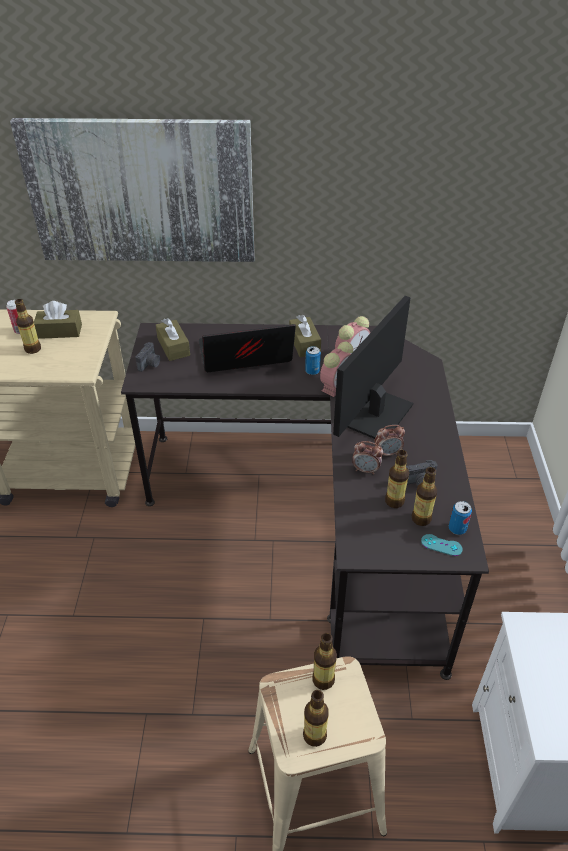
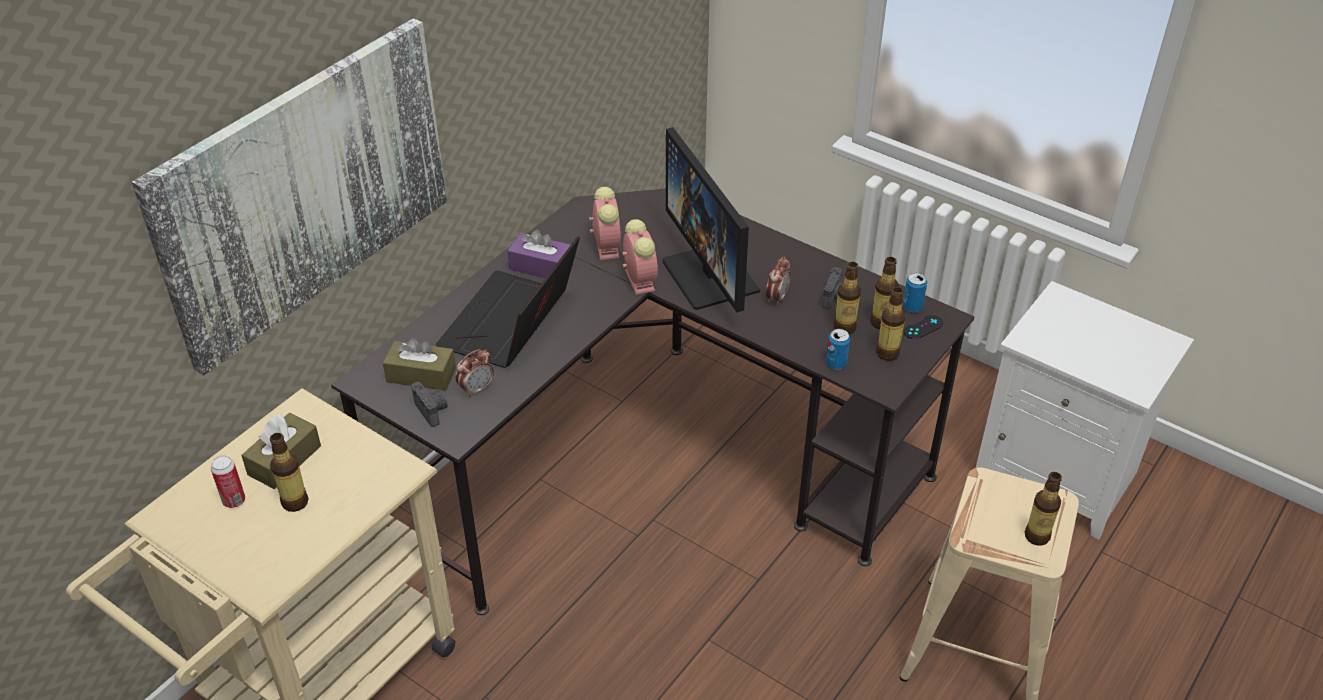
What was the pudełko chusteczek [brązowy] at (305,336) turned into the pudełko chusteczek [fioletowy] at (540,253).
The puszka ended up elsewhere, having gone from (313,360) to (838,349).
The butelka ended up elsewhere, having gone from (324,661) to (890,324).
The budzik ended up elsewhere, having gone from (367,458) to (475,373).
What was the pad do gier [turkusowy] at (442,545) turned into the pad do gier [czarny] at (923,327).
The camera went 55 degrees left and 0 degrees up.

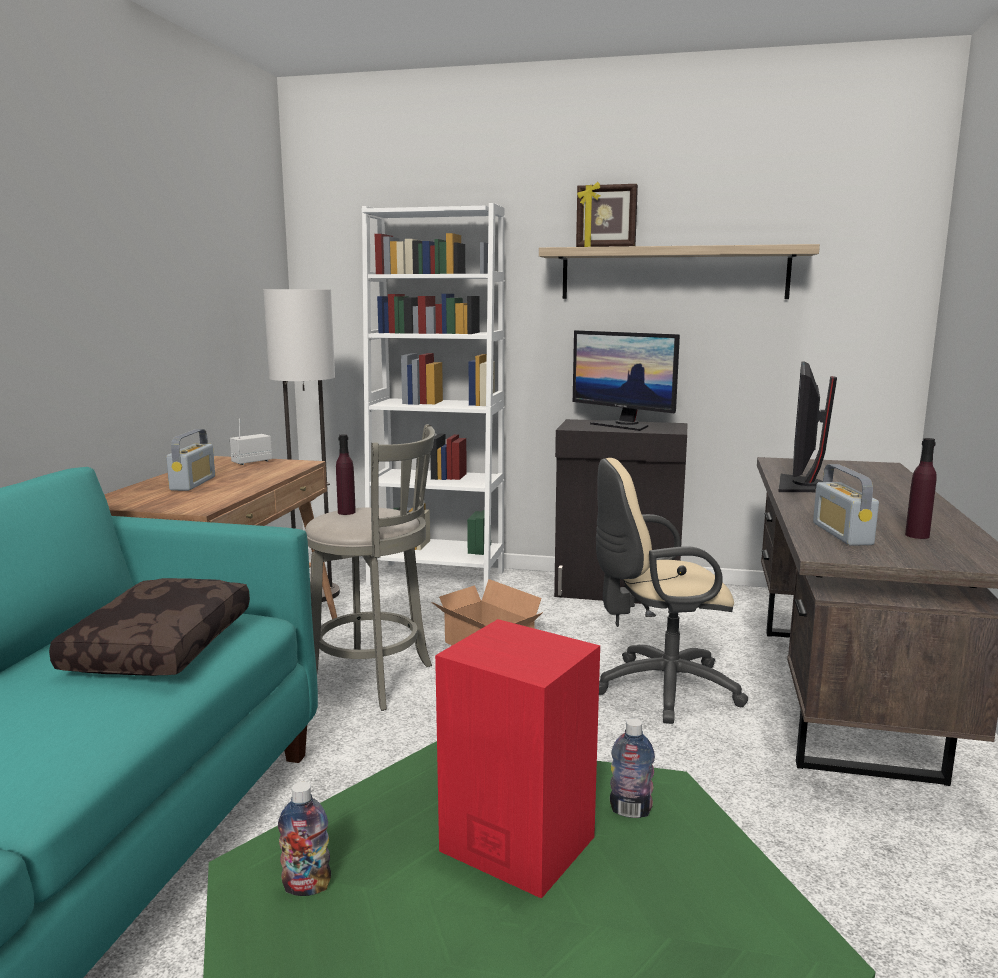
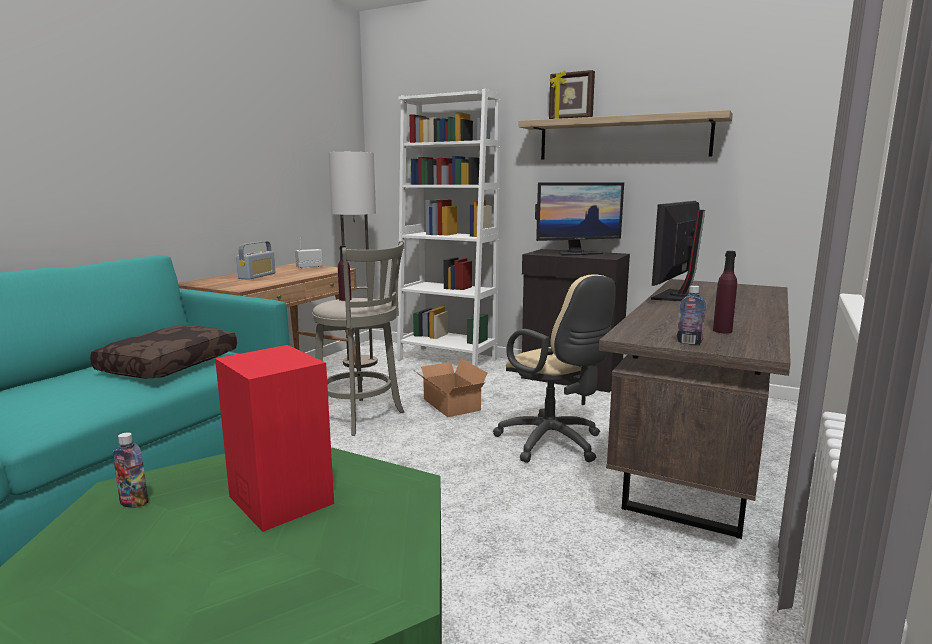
The monitor at (626,380) ended up facing another way, 75 degrees counterclockwise from before.
The krzesło biurowe [beżowy] at (672,591) ended up facing another way, 135 degrees counterclockwise from before.
The butelka ended up elsewhere, having gone from (632,768) to (691,315).
The second view lost the radio at (846,505).
The camera went 15 degrees right and 0 degrees up.

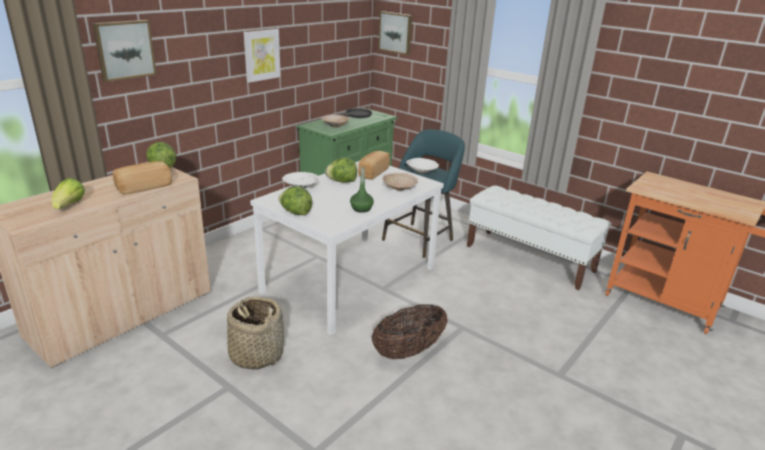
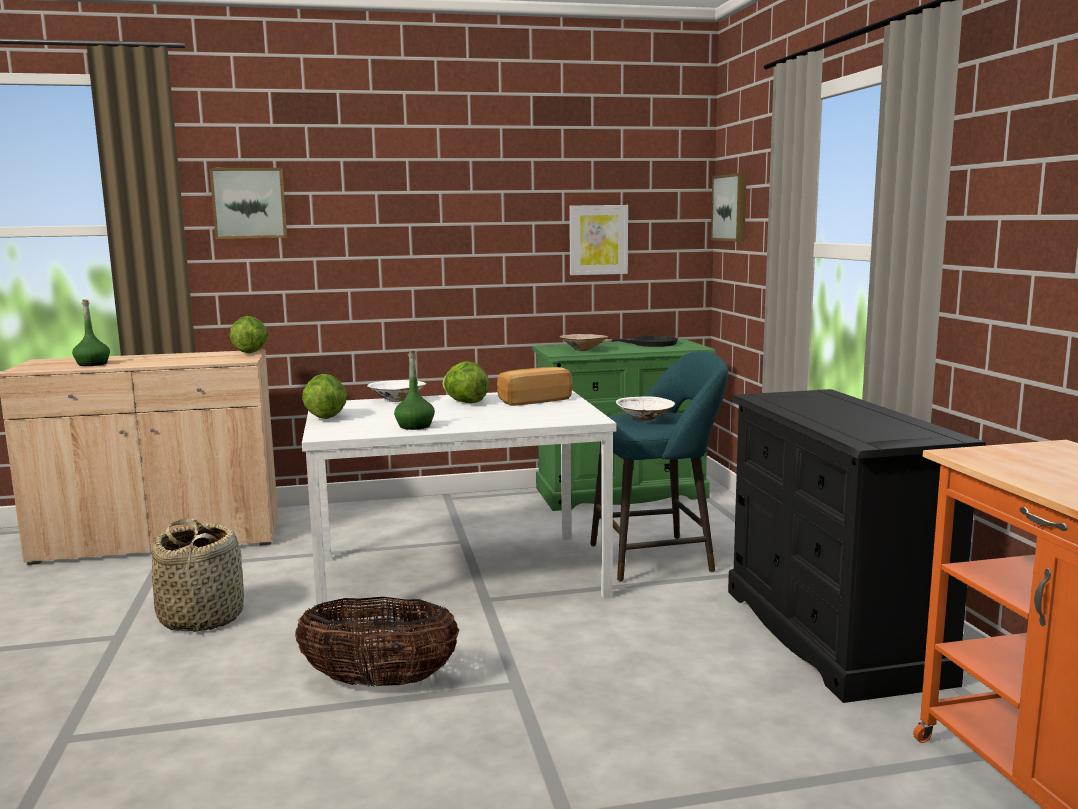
Where the sałata stood at (68,193), the butelka [zielony] came to stand at (91,333).
The second view lost the chleb at (142,178).
The obraz ended up elsewhere, having gone from (262,56) to (598,240).
The second view lost the miska [beżowy] at (400,182).
Where the ławka [biały] stood at (539,237), the komoda [czarny] came to stand at (857,546).
The camera went 40 degrees right and 15 degrees down.

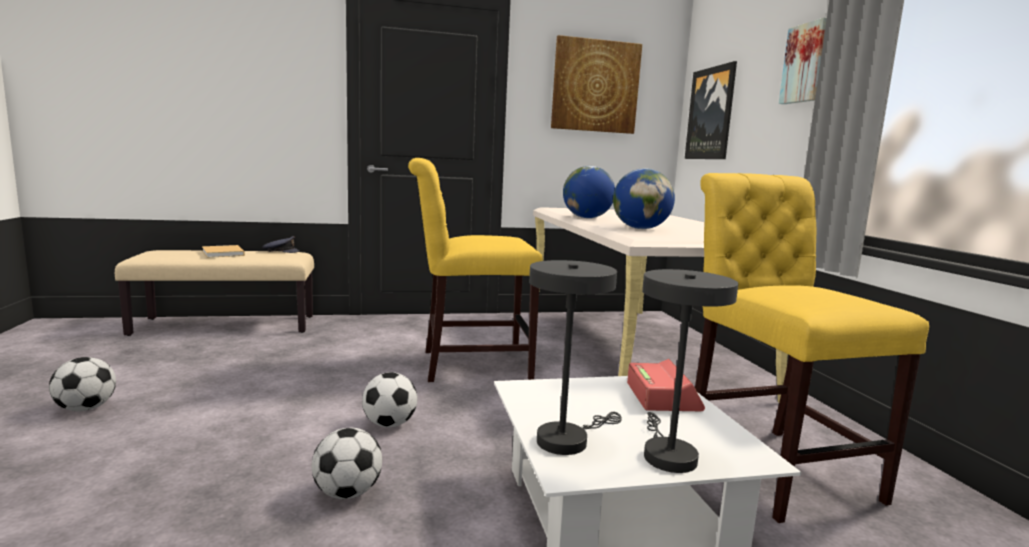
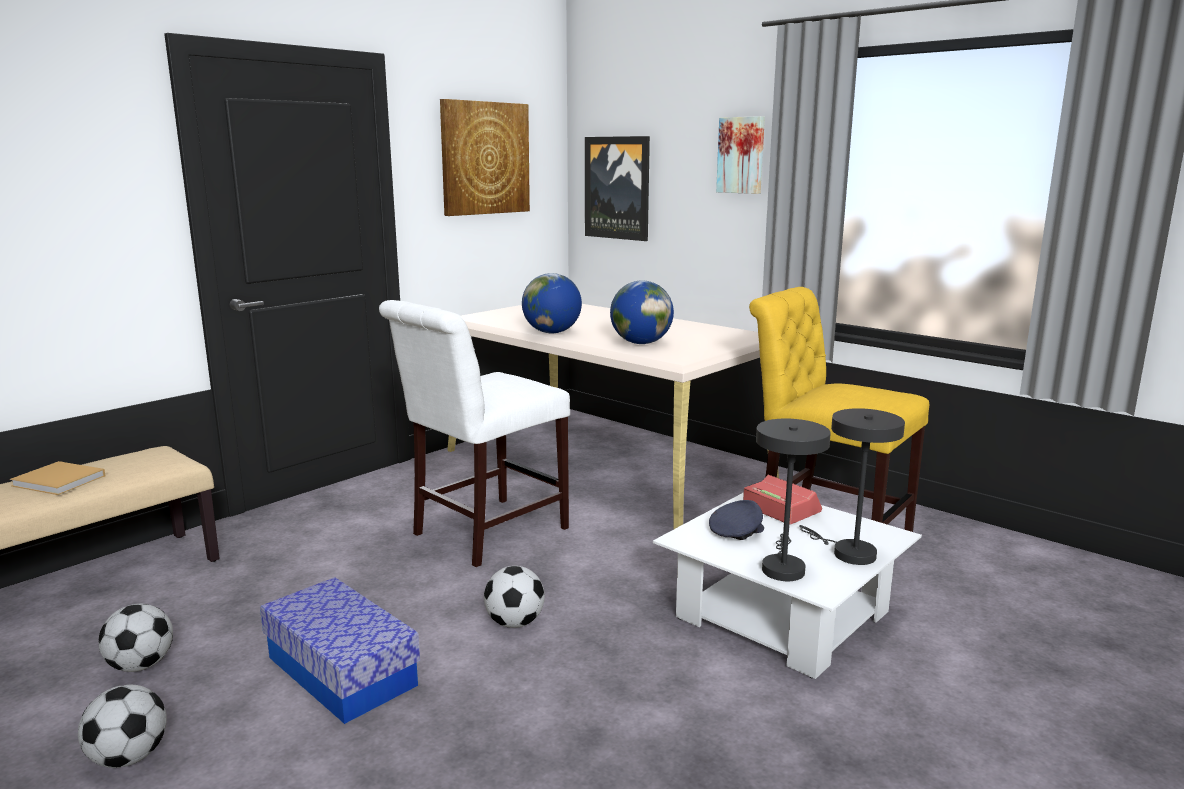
The czapka z daszkiem [szary] ended up elsewhere, having gone from (281,244) to (736,520).
The piłka futbolowa ended up elsewhere, having gone from (347,463) to (136,638).
What was the krzesło [żółty] at (475,270) turned into the krzesło [biały] at (474,433).
The second view gained the pojemnik do przechowywania at (340,650).
The camera went 35 degrees left and 5 degrees up.

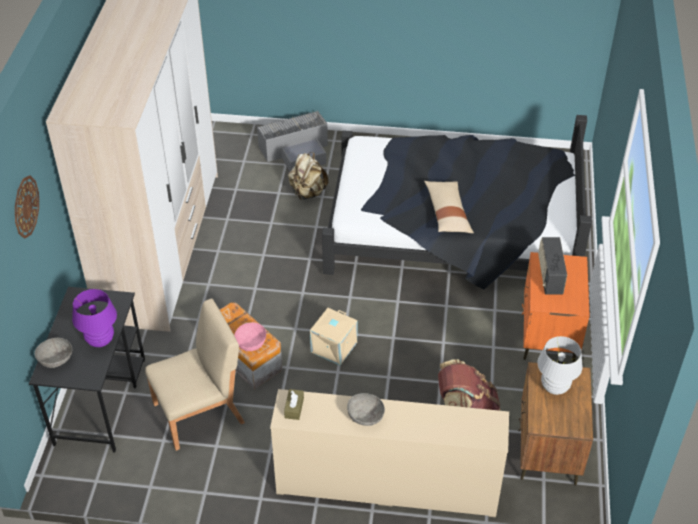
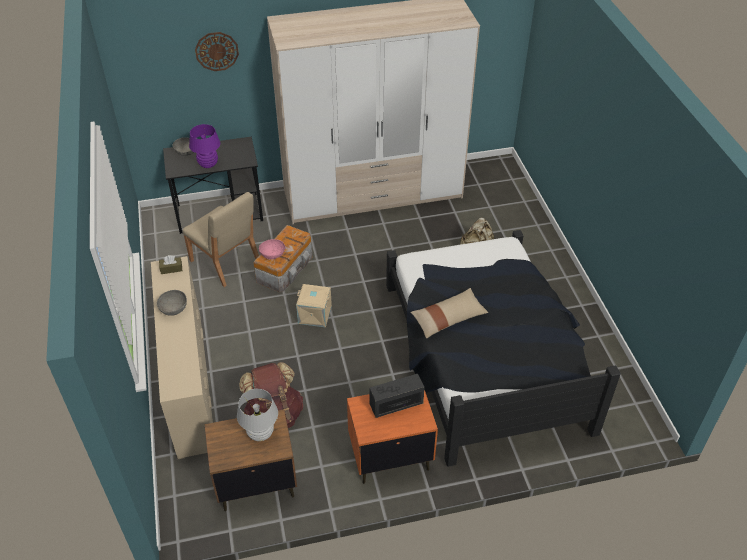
The second view lost the pojemnik do przechowywania [szary] at (292,141).
The camera went 70 degrees right and 0 degrees up.

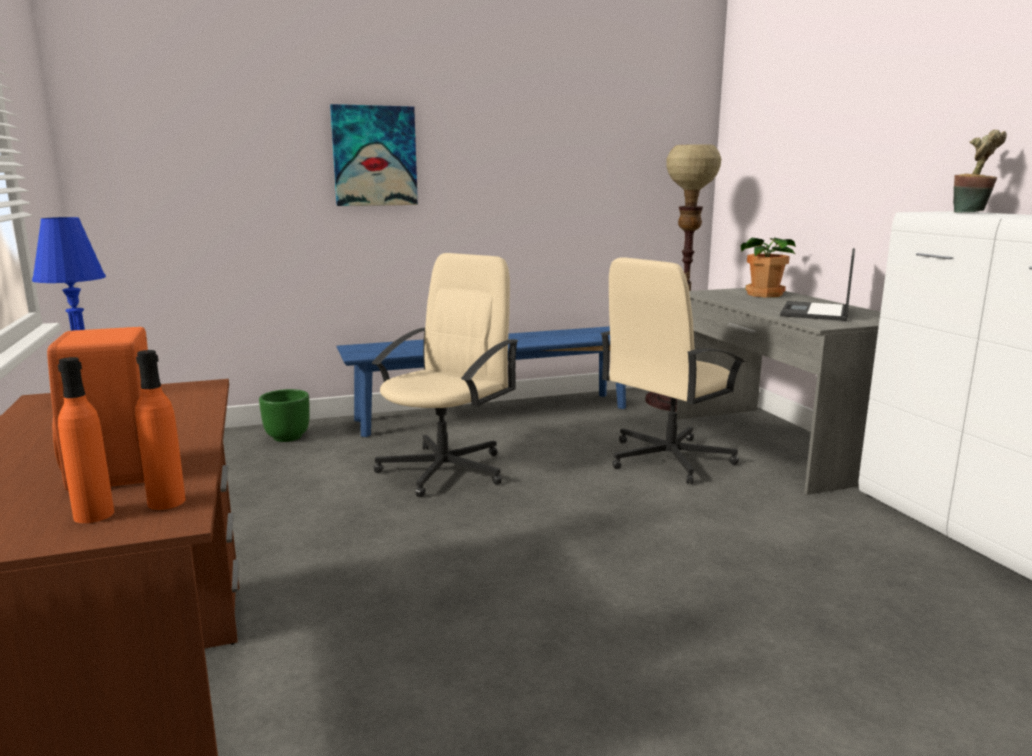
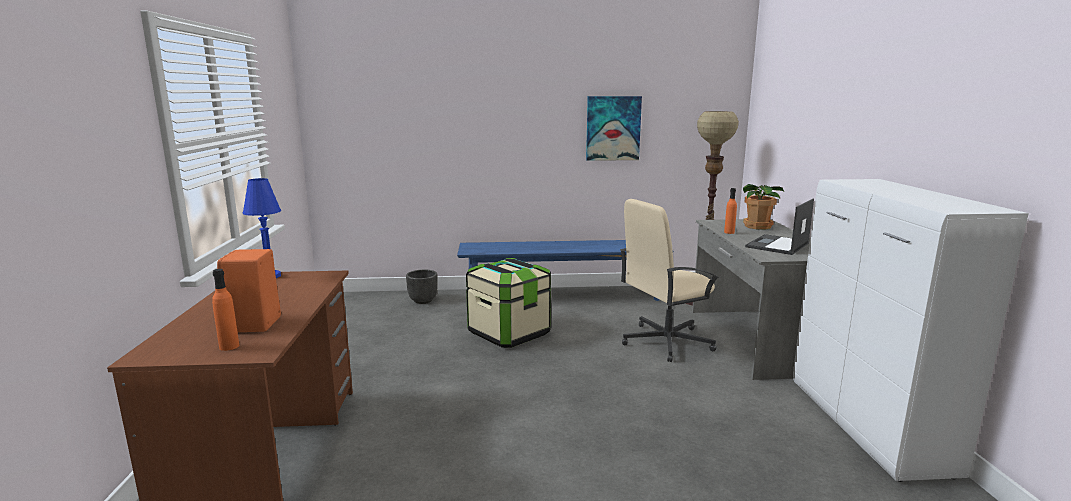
The butelka [pomarańczowy] ended up elsewhere, having gone from (160,430) to (730,211).
What was the donica [zielony] at (284,415) turned into the donica [czarny] at (422,287).
The obraz ended up elsewhere, having gone from (374,155) to (614,128).
Where the krzesło biurowe [beżowy] stood at (445,375), the pojemnik do przechowywania came to stand at (508,303).
The second view lost the roślina doniczkowa at (980,171).
The camera went 15 degrees right and 0 degrees up.

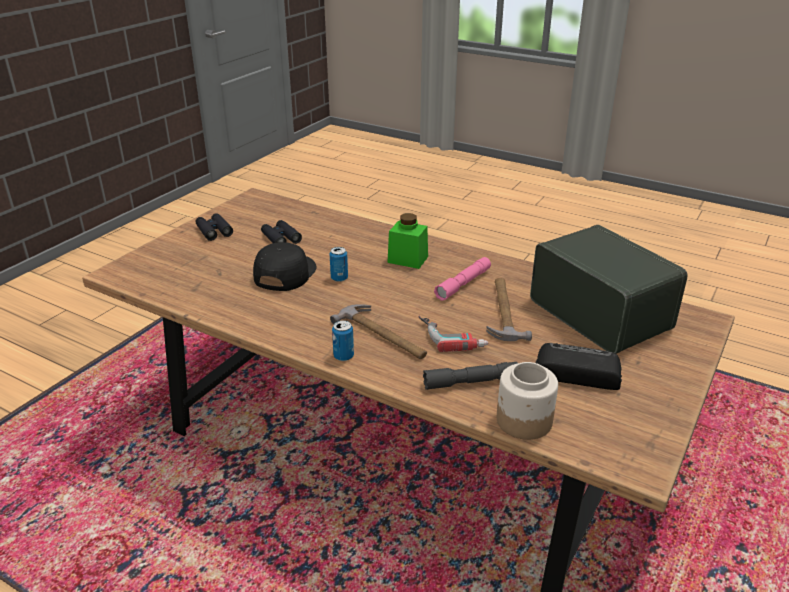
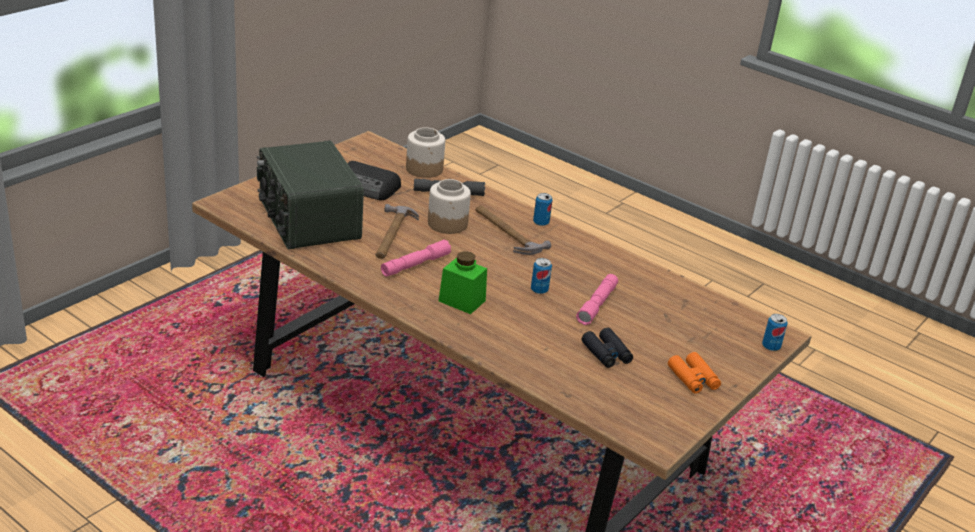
What was the lornetka [czarny] at (214,227) turned into the lornetka [pomarańczowy] at (694,372).
Where the czapka z daszkiem [czarny] stood at (285,266), the latarka [różowy] came to stand at (597,299).
Where the wiertarka stood at (453,334), the słoik came to stand at (449,206).
The second view gained the puszka at (775,332).
The camera went 175 degrees left and 0 degrees up.

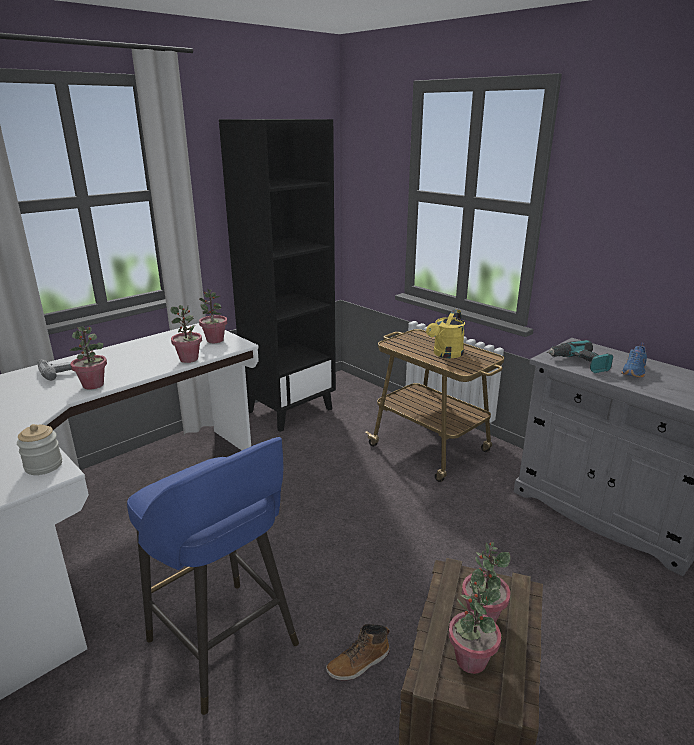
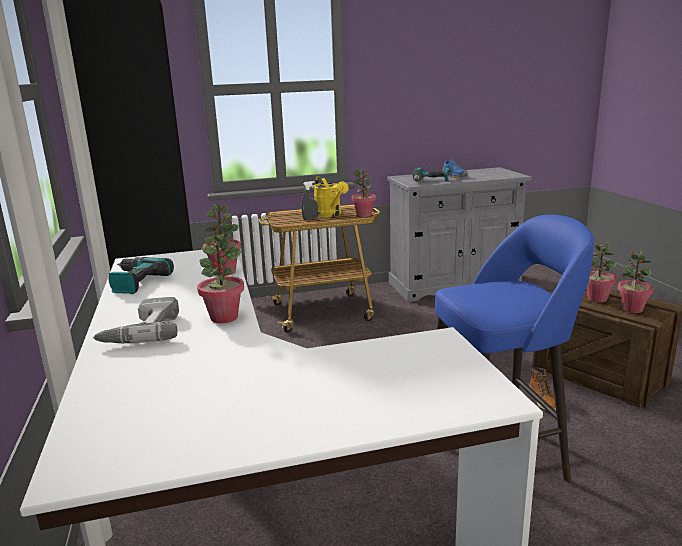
The second view lost the słoik at (39,449).
The roślina doniczkowa ended up elsewhere, having gone from (213,315) to (364,193).
The second view gained the wiertarka at (141,275).
The second view gained the spryskiwacz [szary] at (310,200).
The camera went 60 degrees left and 5 degrees down.

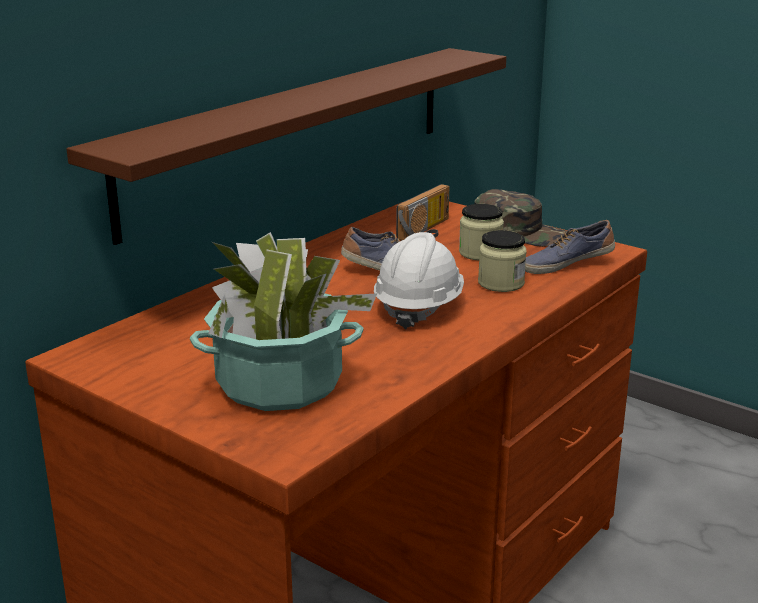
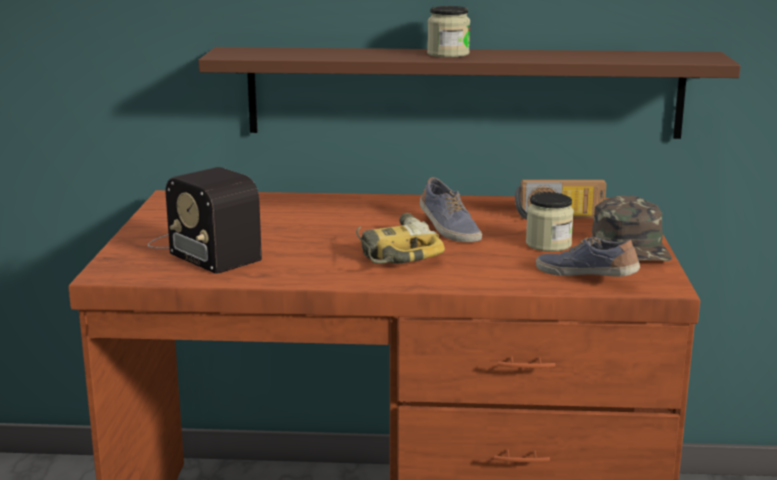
Where the roślina doniczkowa stood at (283,321), the radio came to stand at (205,220).
Where the kask [biały] stood at (419,280), the wiertarka came to stand at (400,238).
The słoik ended up elsewhere, having gone from (502,261) to (448,31).
The camera went 55 degrees right and 5 degrees down.

